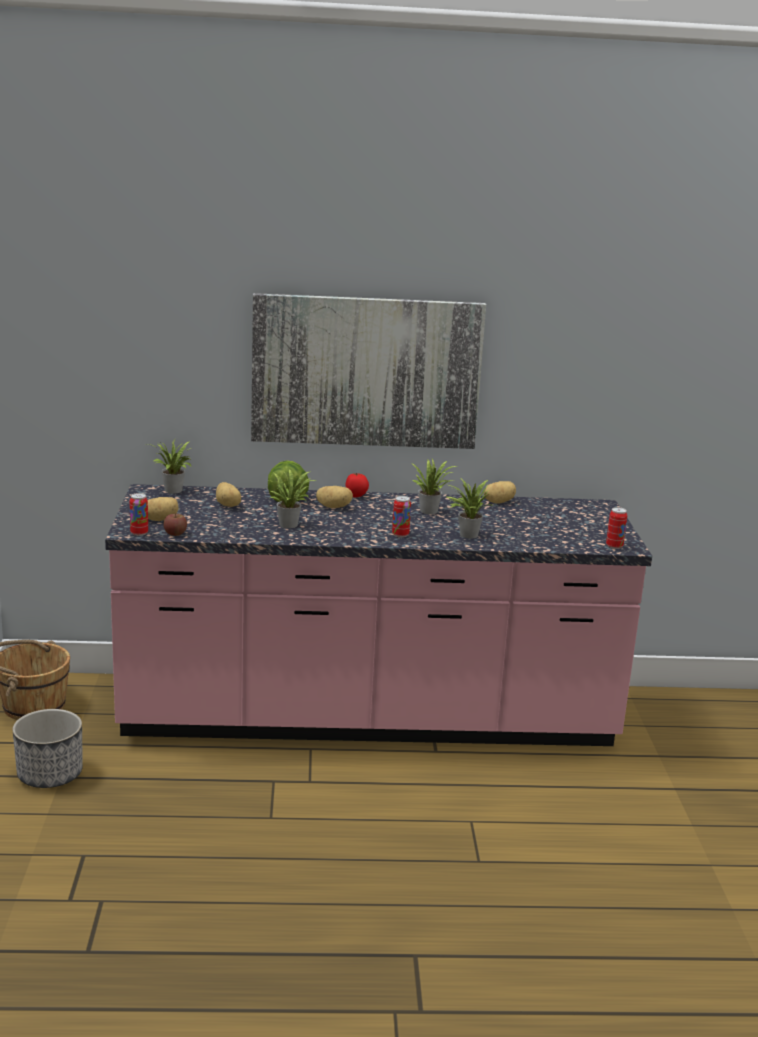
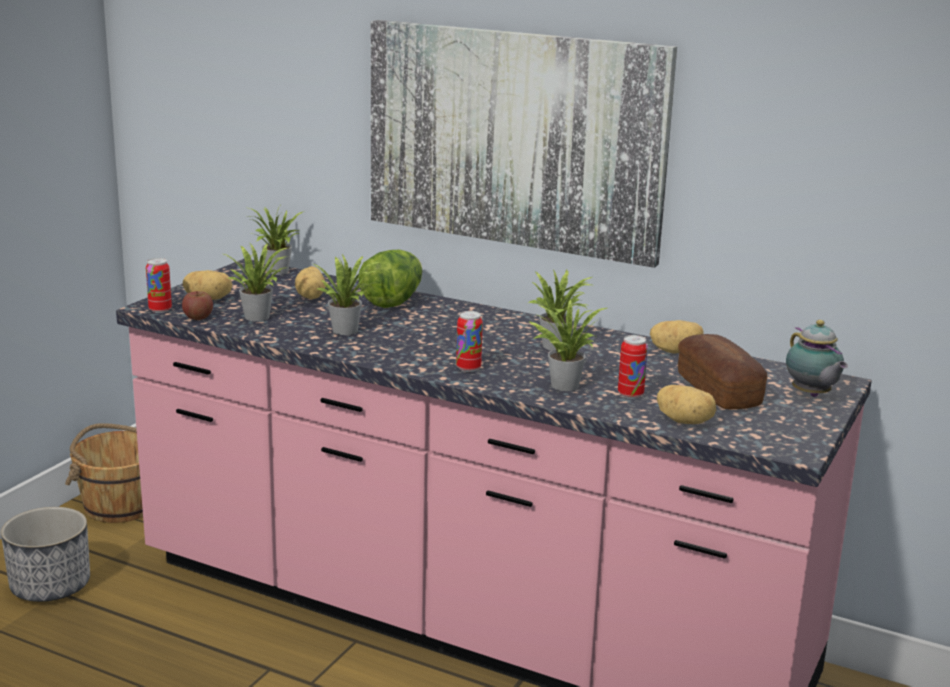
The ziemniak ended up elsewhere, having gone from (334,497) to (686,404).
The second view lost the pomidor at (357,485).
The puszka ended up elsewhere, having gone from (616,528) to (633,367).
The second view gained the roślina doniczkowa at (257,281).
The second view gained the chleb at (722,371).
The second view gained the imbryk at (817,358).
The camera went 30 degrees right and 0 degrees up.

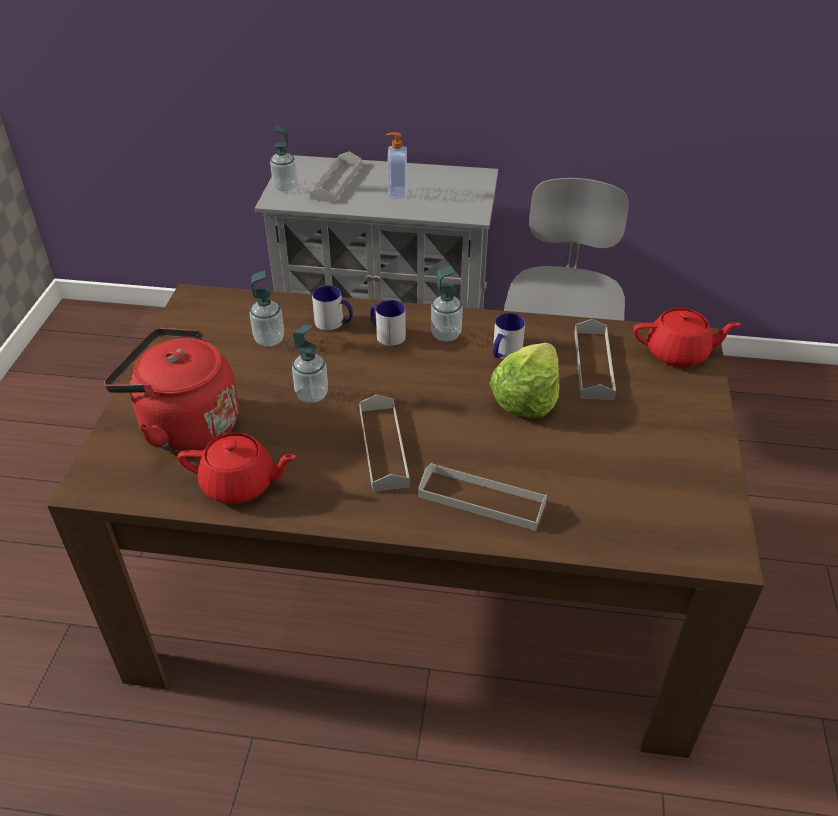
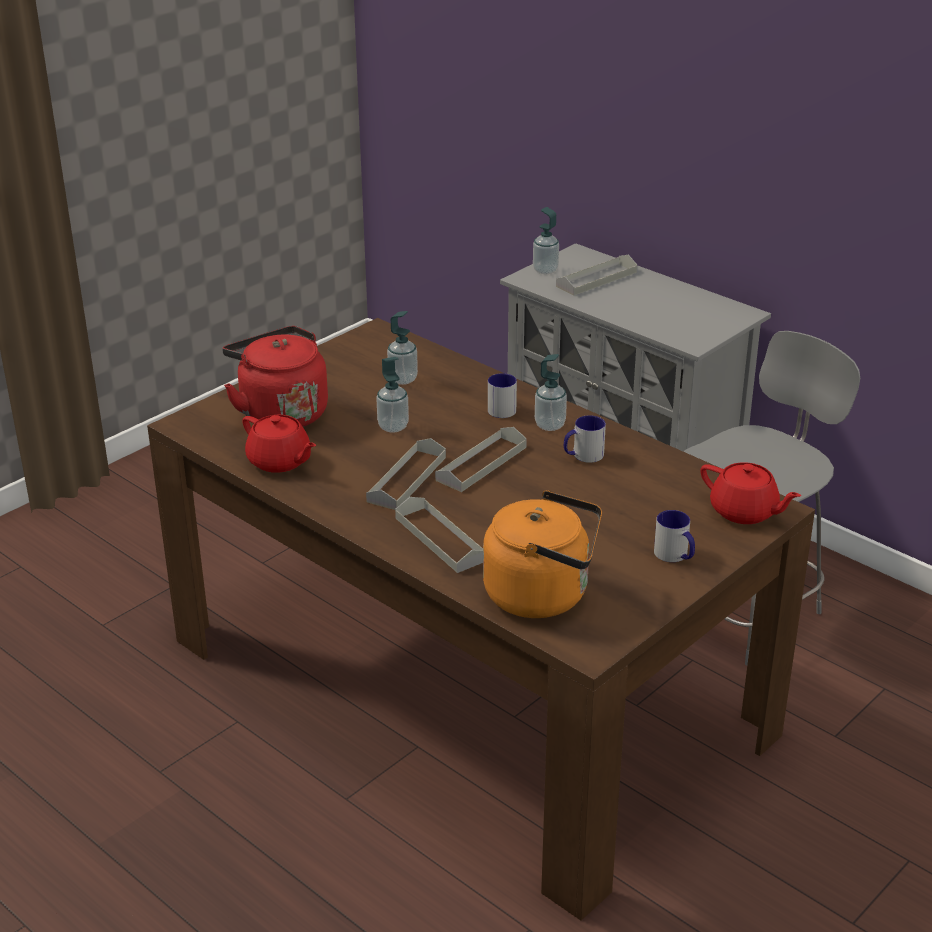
The kubek ended up elsewhere, having gone from (332,308) to (674,536).
The second view lost the dozownik mydła at (396,165).
The second view lost the sałata at (524,380).
The taca [szary] ended up elsewhere, having gone from (595,359) to (481,459).
The second view gained the czajnik [pomarańczowy] at (542,554).
The camera went 35 degrees right and 10 degrees down.

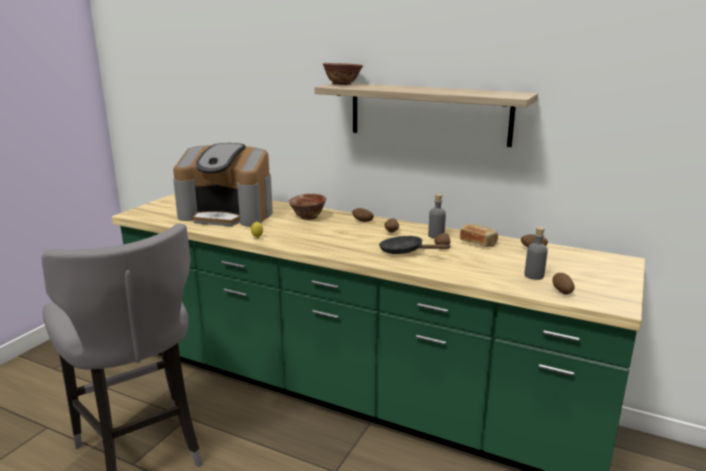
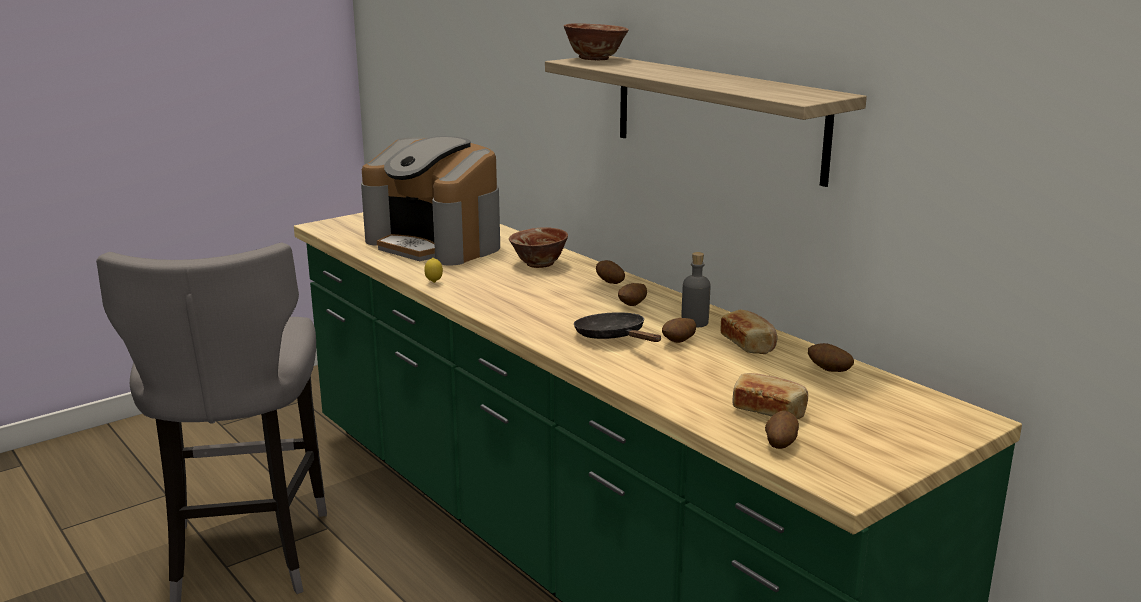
Where the butelka [szary] stood at (536,253), the chleb came to stand at (770,396).
The camera went 25 degrees right and 0 degrees up.

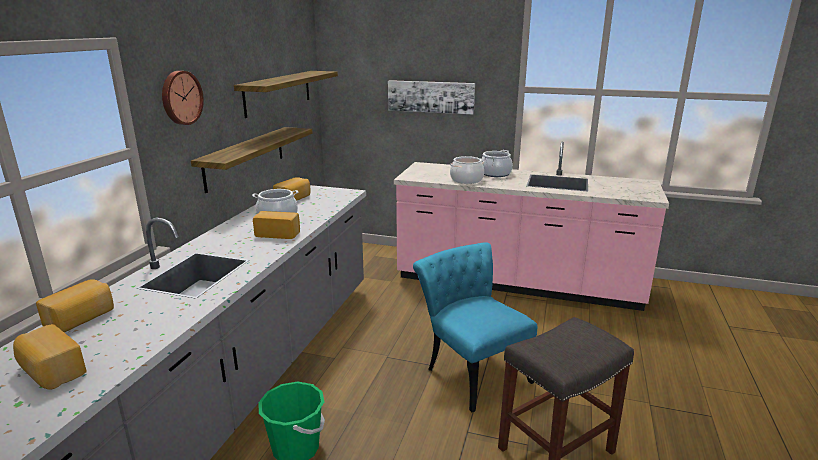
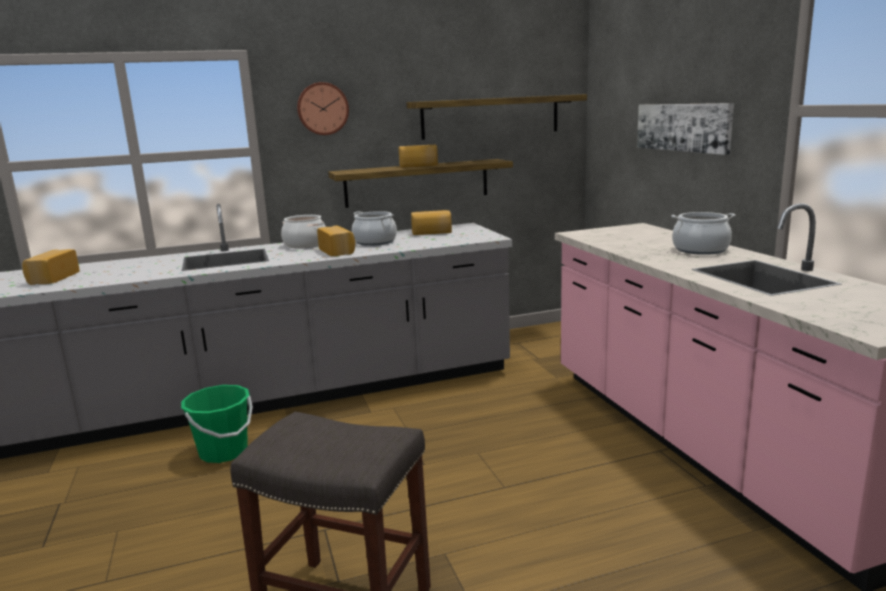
The chleb ended up elsewhere, having gone from (75,305) to (418,156).
The second view lost the krzesło [turkusowy] at (475,327).
The garnek ended up elsewhere, having gone from (467,170) to (303,231).
The camera went 55 degrees right and 5 degrees down.

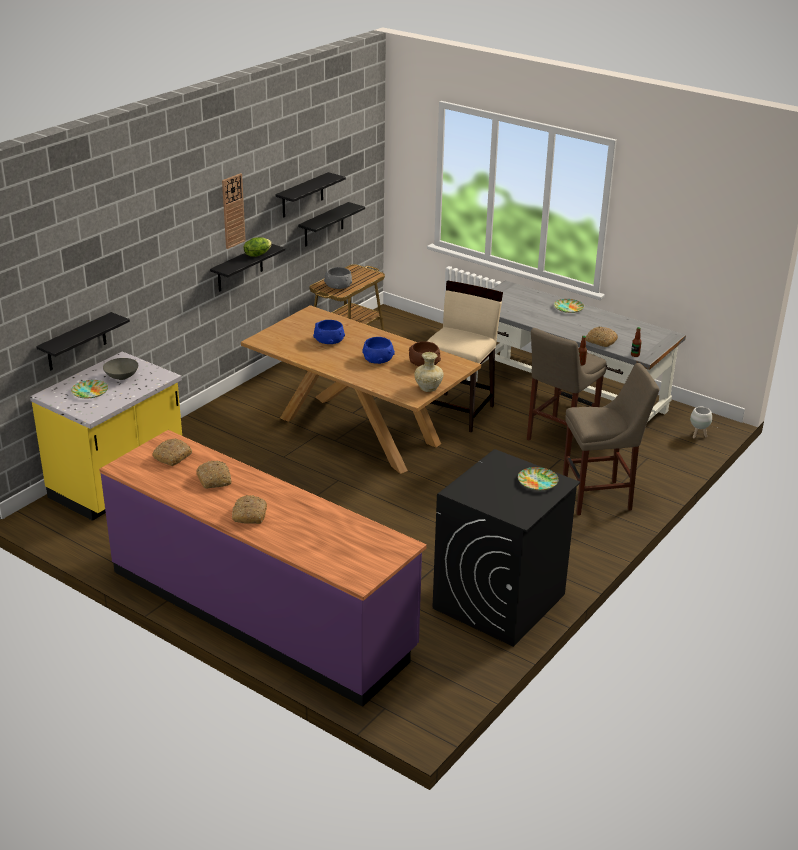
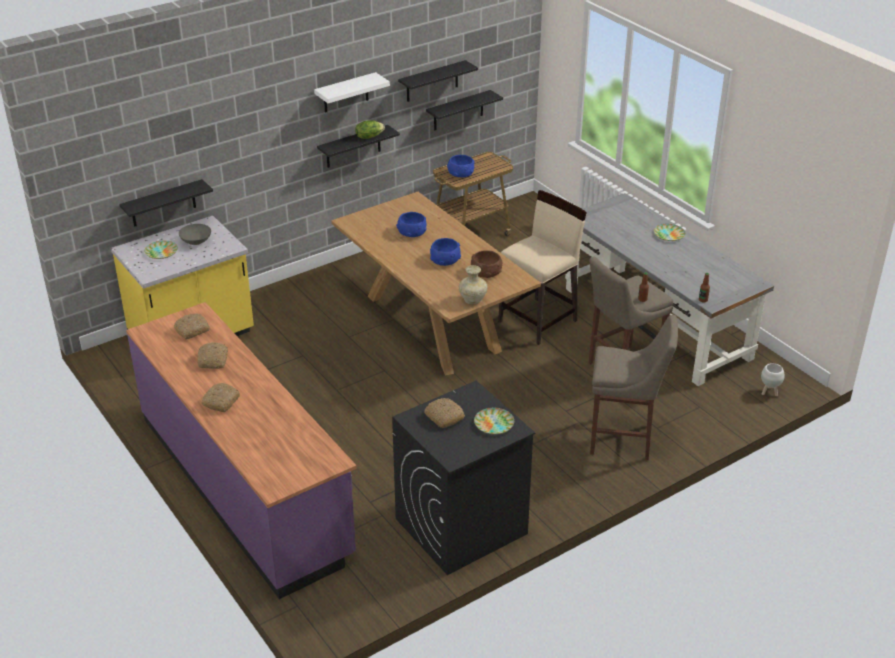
Where the zegar ścienny hung at (234,211), the półka [biały] came to hang at (352,92).
What was the miska [szary] at (338,278) turned into the miska [niebieski] at (461,166).
The chleb ended up elsewhere, having gone from (602,337) to (444,413).
The camera went 20 degrees right and 5 degrees up.

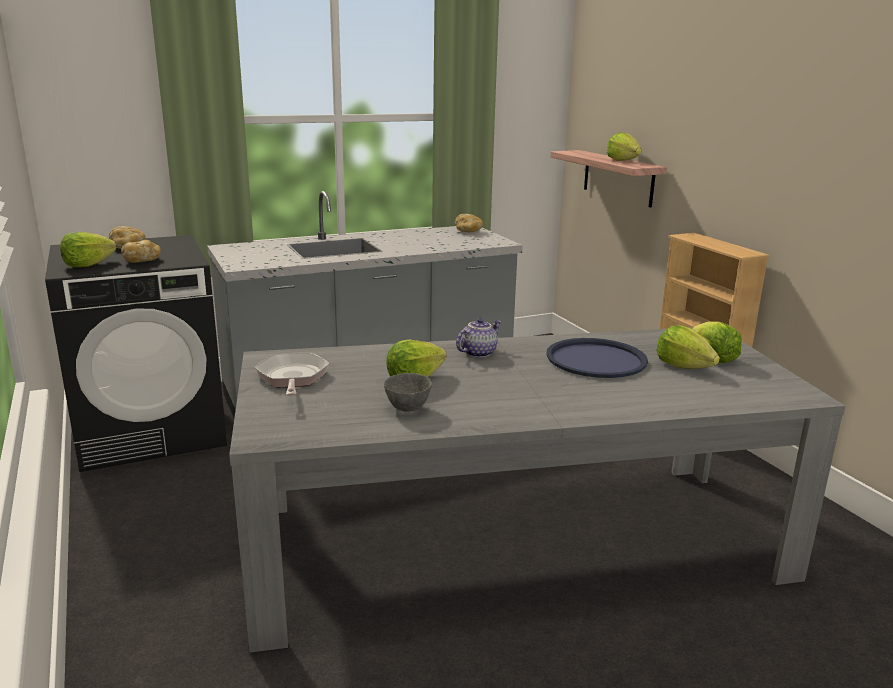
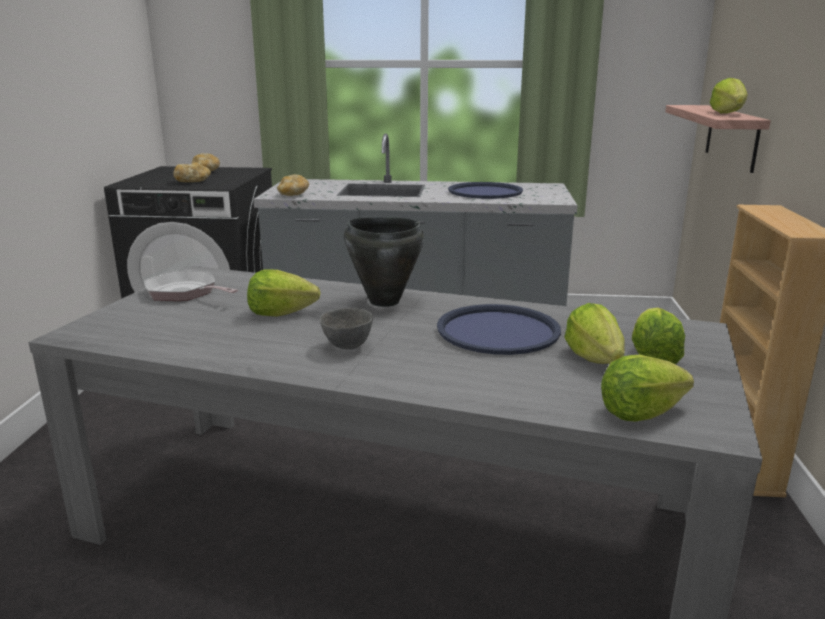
The sałata ended up elsewhere, having gone from (88,249) to (647,388).
The patelnia at (292,374) ended up facing another way, 75 degrees counterclockwise from before.
The miska [szary] ended up elsewhere, having gone from (408,392) to (346,329).
The chleb ended up elsewhere, having gone from (469,223) to (293,185).
Where the imbryk stood at (478,338), the garnek [czarny] came to stand at (384,262).
The second view gained the taca [niebieski] at (485,190).
The camera went 30 degrees right and 0 degrees up.

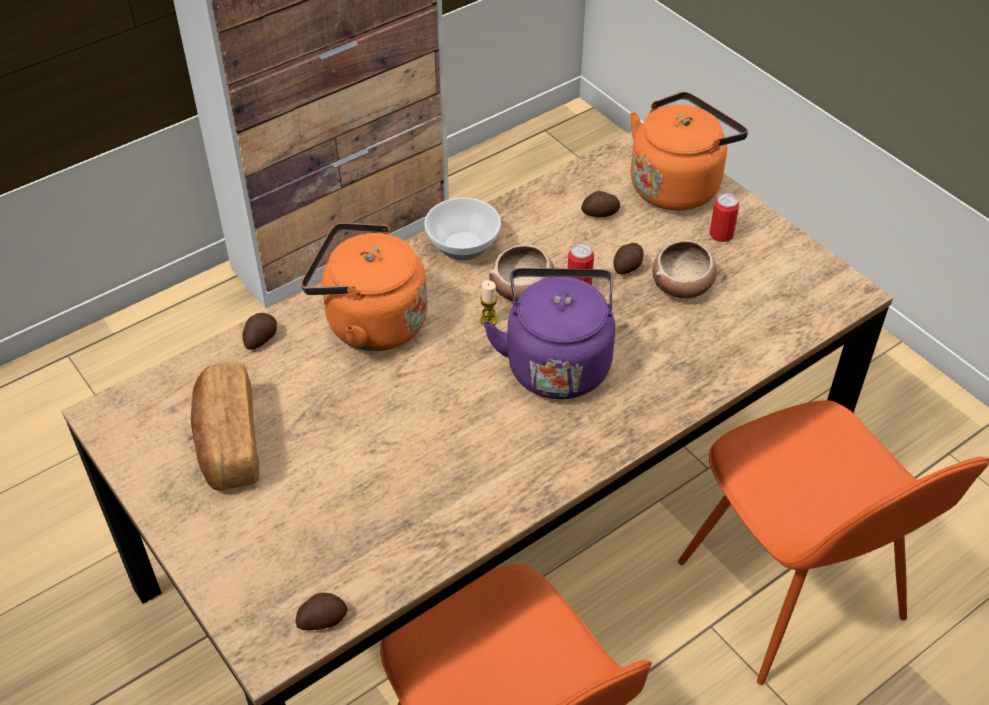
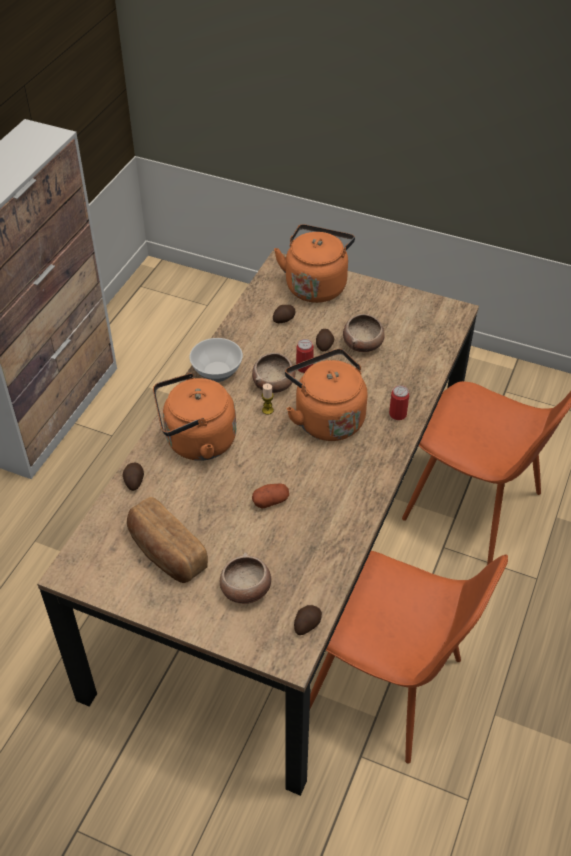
What was the czajnik [fioletowy] at (549,333) turned into the czajnik [pomarańczowy] at (326,395).
The puszka ended up elsewhere, having gone from (724,217) to (399,402).
The second view gained the miska at (245,578).
The second view gained the ziemniak at (270,496).
The camera went 30 degrees left and 0 degrees up.

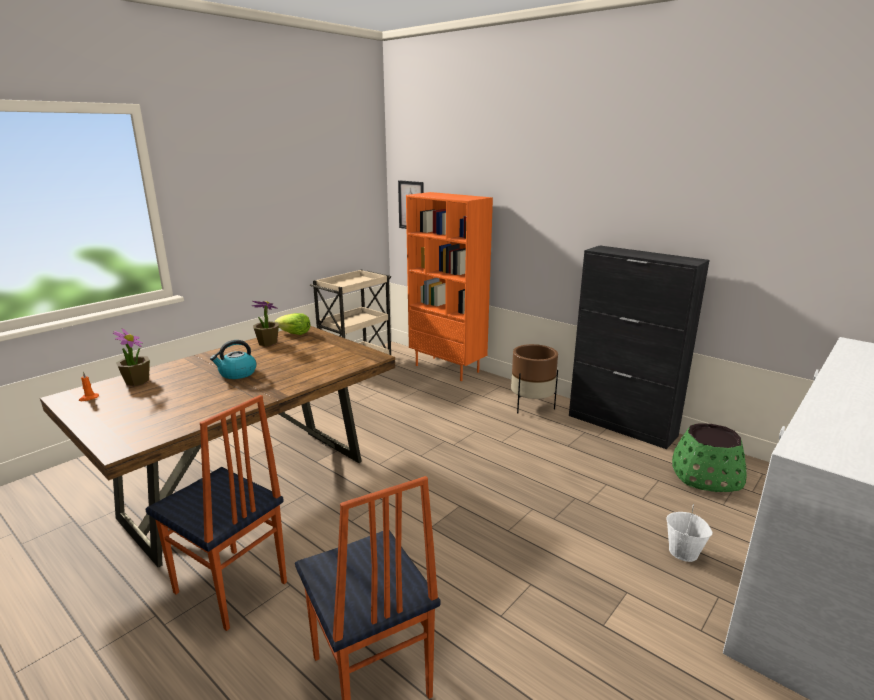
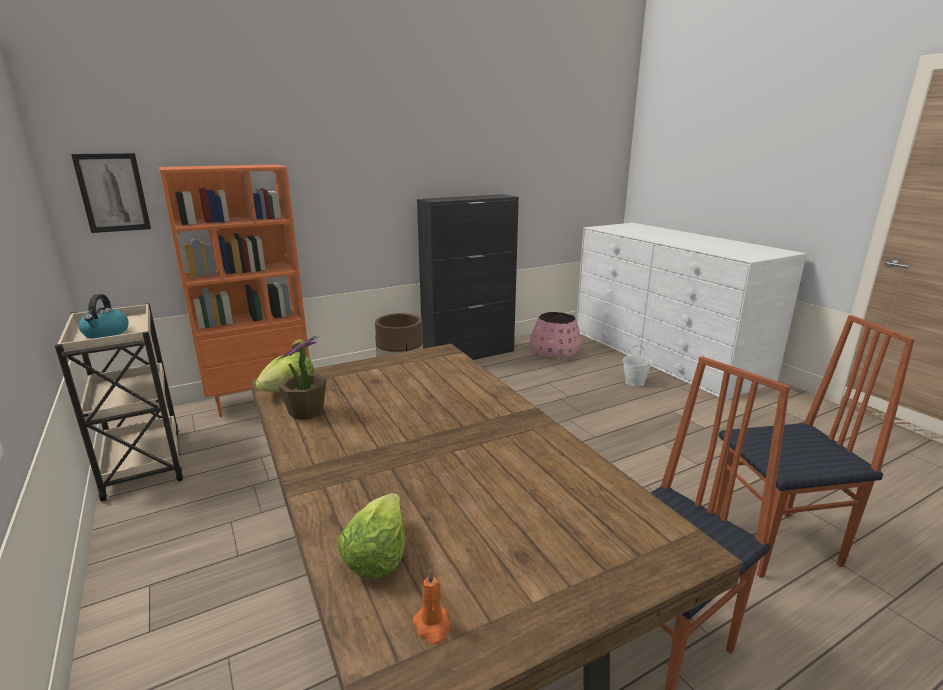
Where the roślina doniczkowa stood at (131,357), the sałata came to stand at (371,536).
The czajnik ended up elsewhere, having gone from (233,359) to (103,316).
What was the donica [zielony] at (709,457) turned into the donica [różowy] at (555,335).
The camera went 70 degrees left and 0 degrees up.

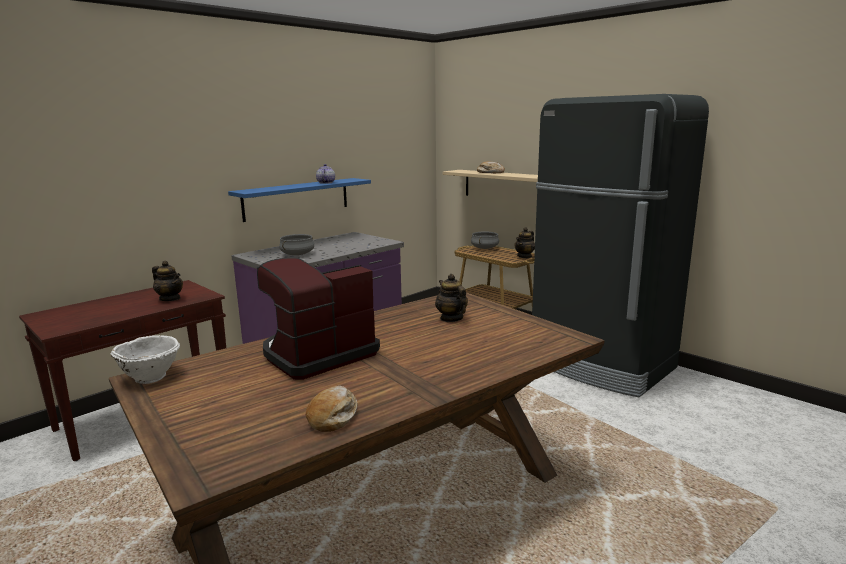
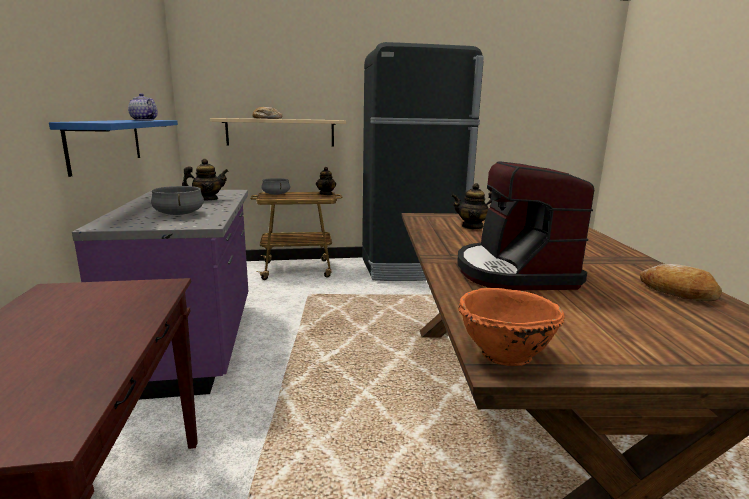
What was the miska [biały] at (145,359) turned into the miska [pomarańczowy] at (511,327).
The imbryk ended up elsewhere, having gone from (167,281) to (205,179).
The camera went 55 degrees left and 0 degrees up.

